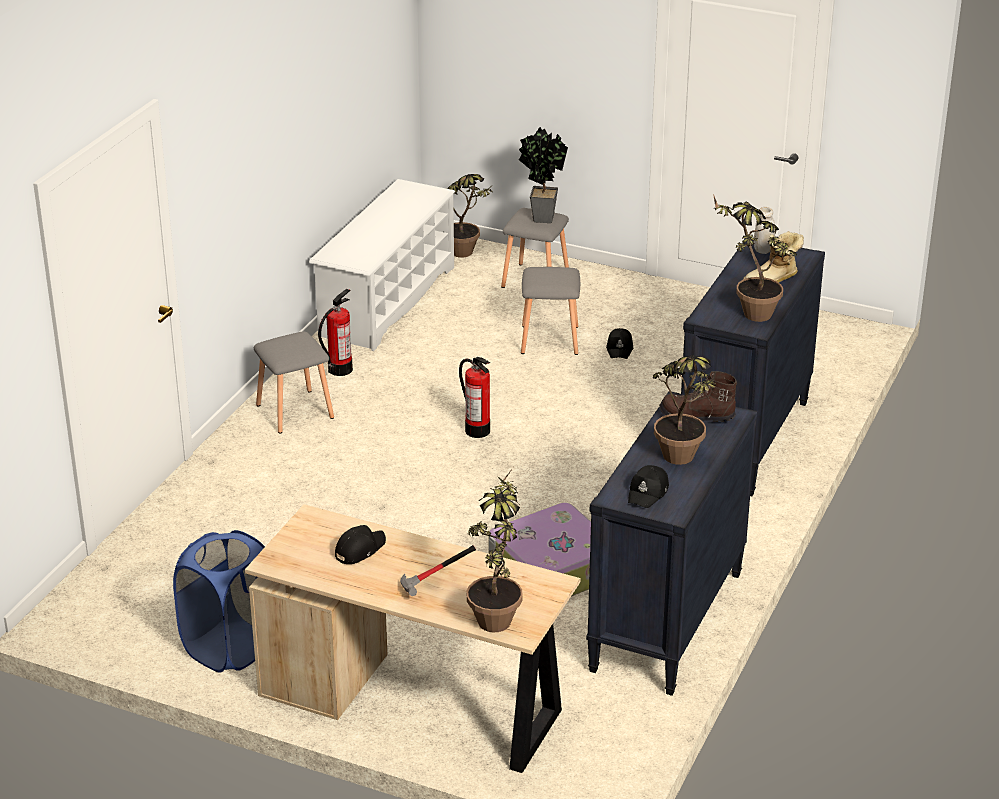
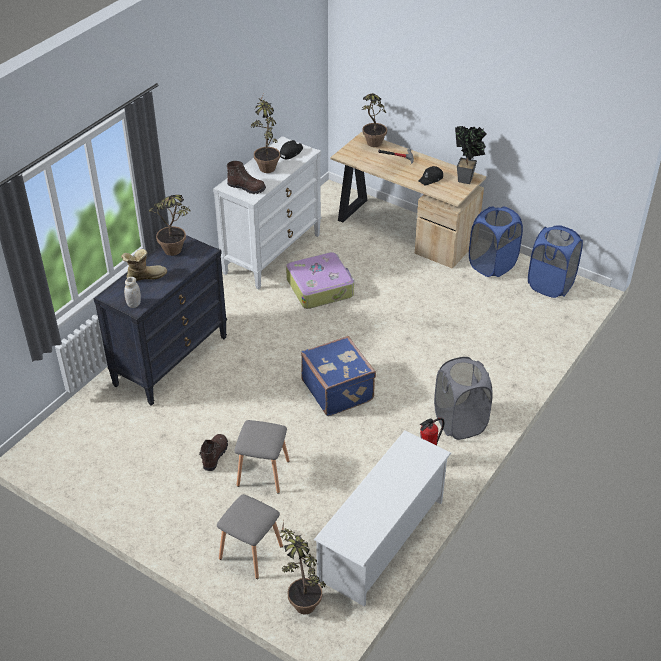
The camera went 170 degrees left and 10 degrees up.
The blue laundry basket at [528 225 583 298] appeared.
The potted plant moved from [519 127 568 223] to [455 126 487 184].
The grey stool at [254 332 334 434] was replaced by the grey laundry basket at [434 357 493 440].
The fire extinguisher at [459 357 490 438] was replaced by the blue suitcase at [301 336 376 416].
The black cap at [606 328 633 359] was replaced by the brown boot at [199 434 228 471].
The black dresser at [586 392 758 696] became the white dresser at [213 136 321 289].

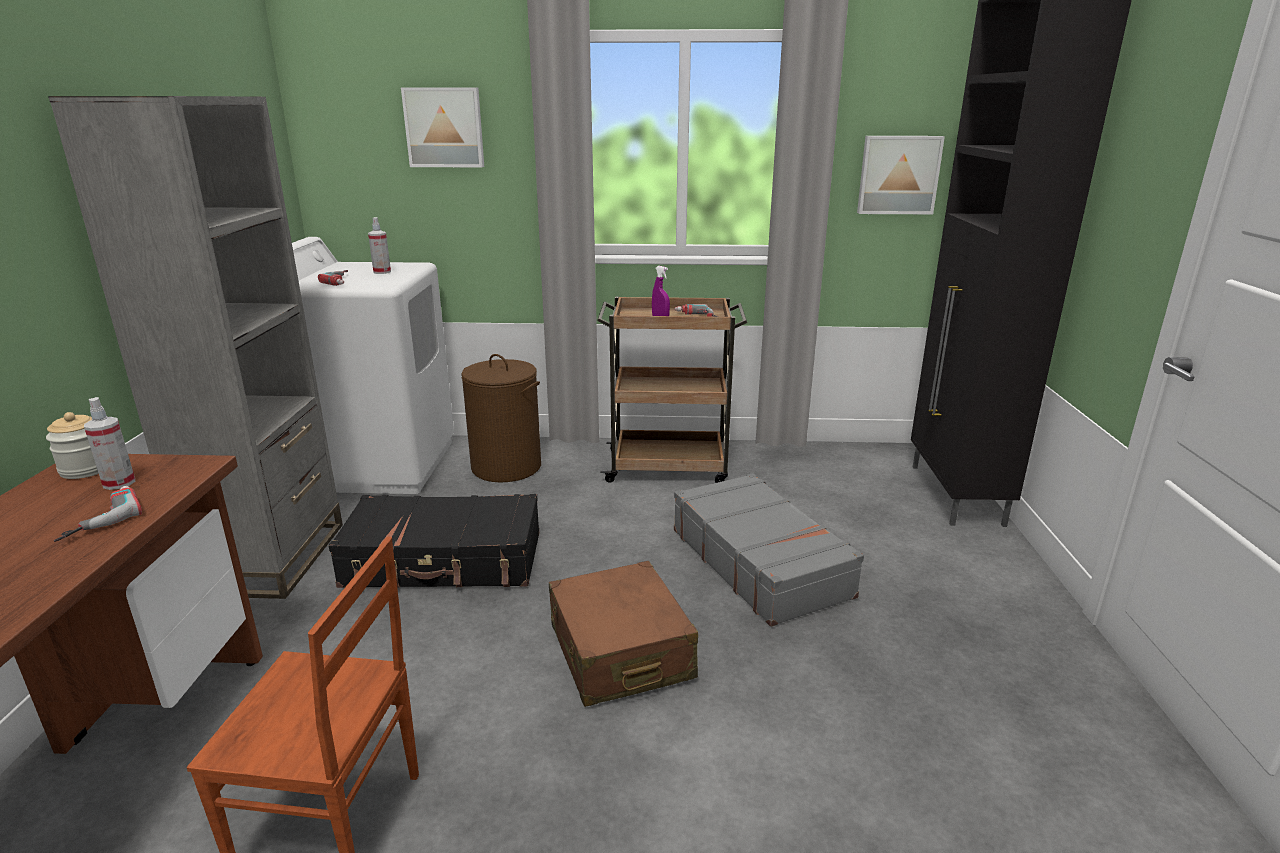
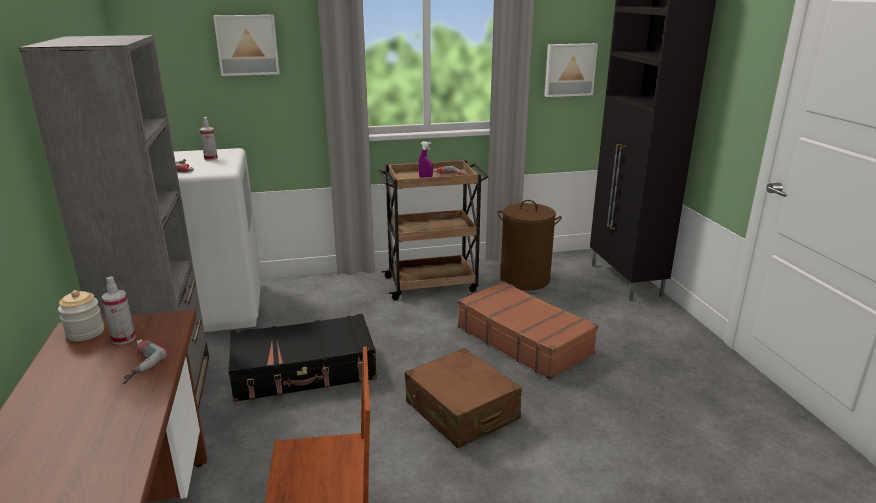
The camera went 15 degrees left and 0 degrees up.
The brown laundry basket moved from [461 354 541 483] to [497 200 562 290].
The grey suitcase at [674 473 864 627] became the brown suitcase at [458 281 598 380].

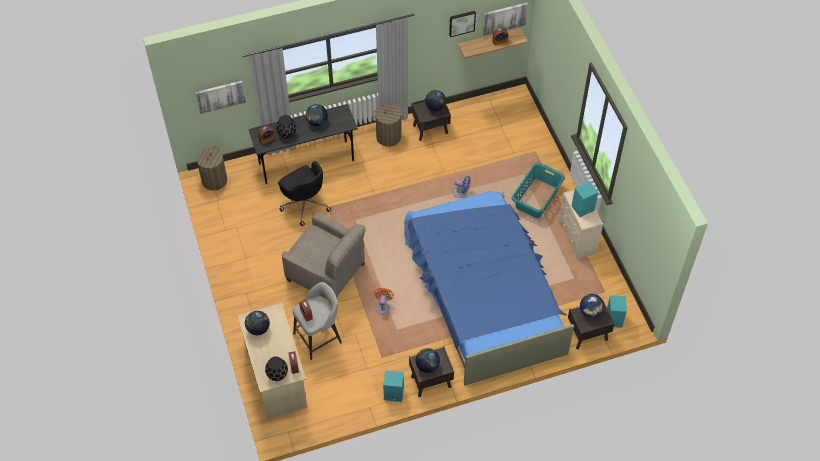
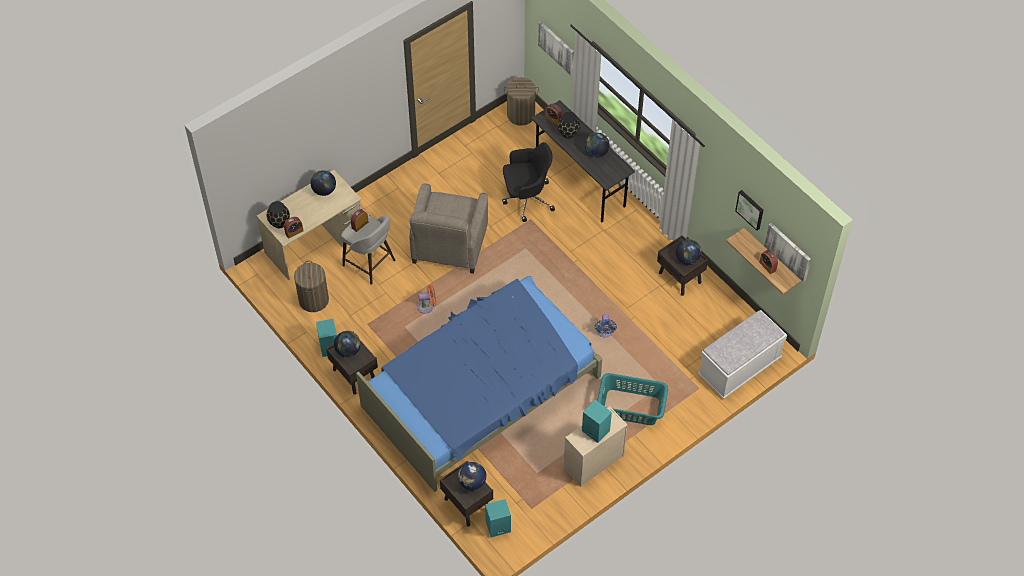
The camera went 70 degrees right and 0 degrees up.
The white bench at [698 310 787 399] appeared.
The laundry basket moved from [373 104 404 147] to [294 260 329 312].
The black office chair at [278 161 331 226] turned 135 degrees counterclockwise.

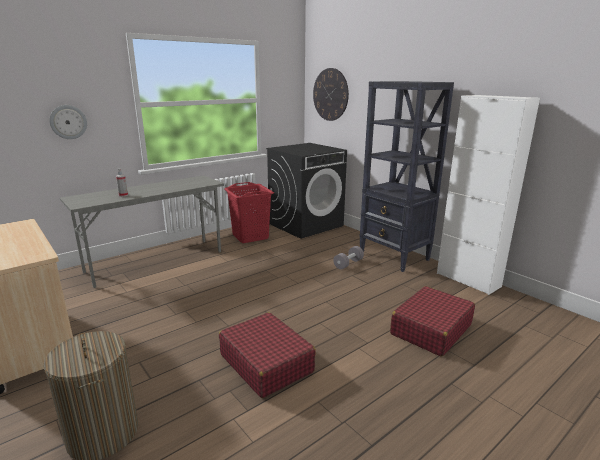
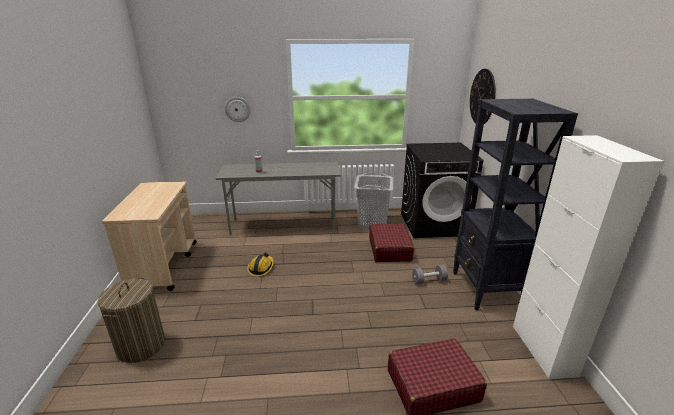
The camera went 35 degrees right and 5 degrees up.
The hard hat at [247 253 273 277] appeared.
The red suitcase moved from [219 312 316 398] to [369 223 414 262].
The red laundry basket at [224 182 274 243] became the grey laundry basket at [354 173 393 229].

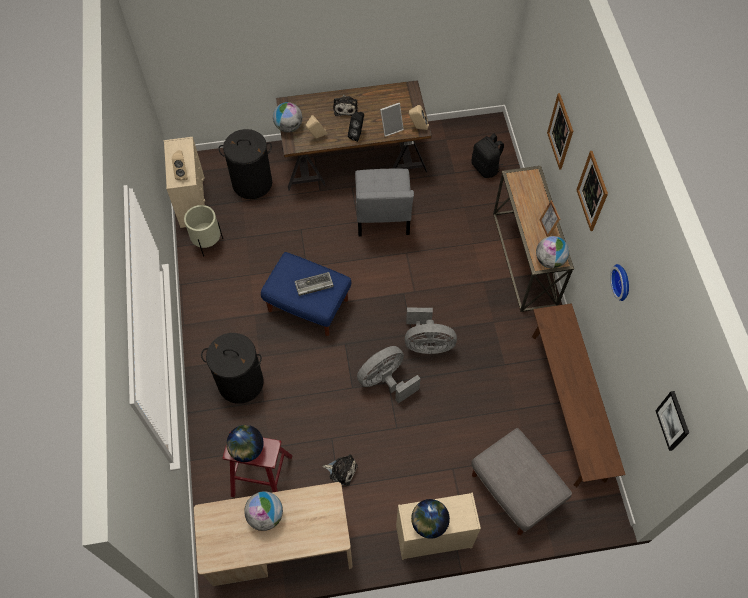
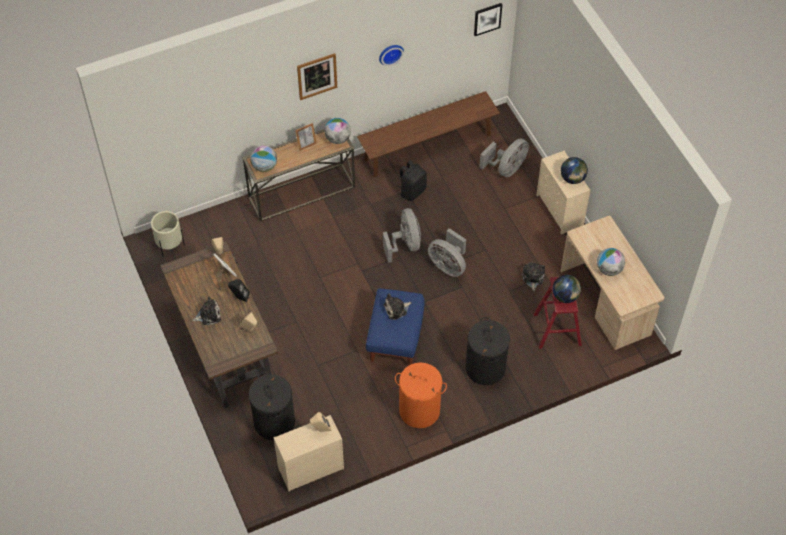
The camera went 105 degrees left and 5 degrees down.
The grey chair at [355 169 414 237] disappeared.
The picture at [547 93 573 170] disappeared.
The orange laundry basket at [395 362 447 428] appeared.
The beige planter moved from [184 205 223 256] to [151 211 185 257].
The globe moved from [273 102 302 132] to [250 145 277 172].
The black backpack moved from [471 134 504 178] to [397 160 427 201].
The keyboard at [295 272 334 296] was replaced by the plush toy at [383 294 411 320].
The grey ottoman at [471 428 572 535] was replaced by the grey fan at [479 139 529 177].

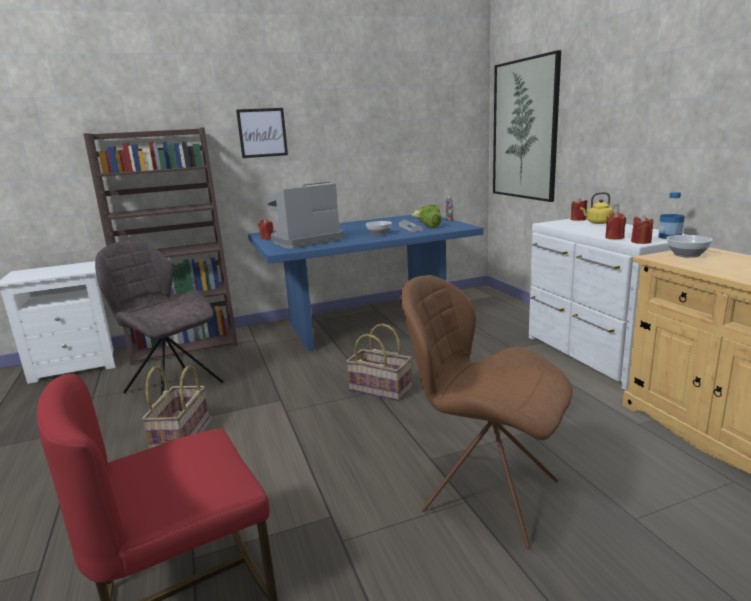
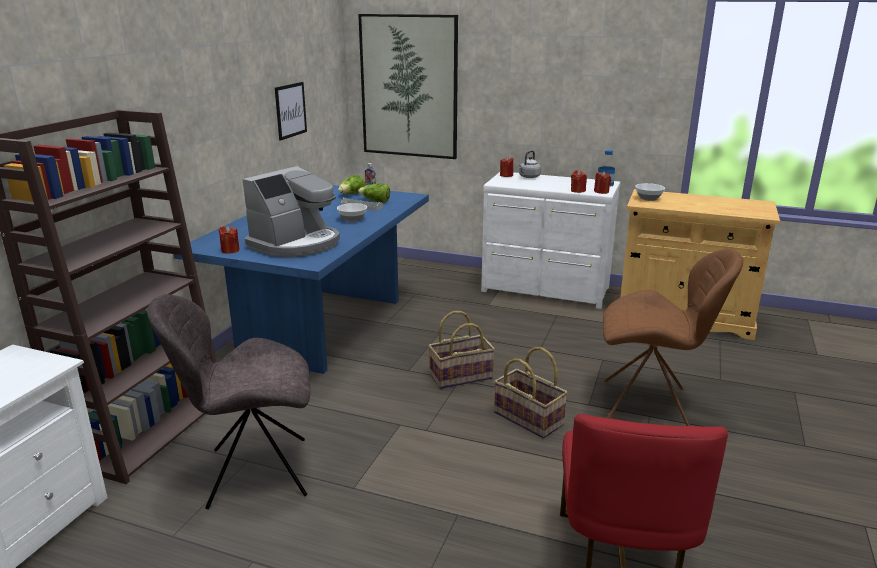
The camera went 50 degrees left and 5 degrees up.
The basket moved from [142 366 209 448] to [494 347 568 438].
The picture moved from [236 108 288 158] to [275 82 307 141].
The yellow kettle at [580 192 614 224] became the grey kettle at [519 150 541 178].
The coffee machine at [268 182 344 249] turned 150 degrees counterclockwise.
The brown chair at [400 275 573 549] turned 150 degrees counterclockwise.

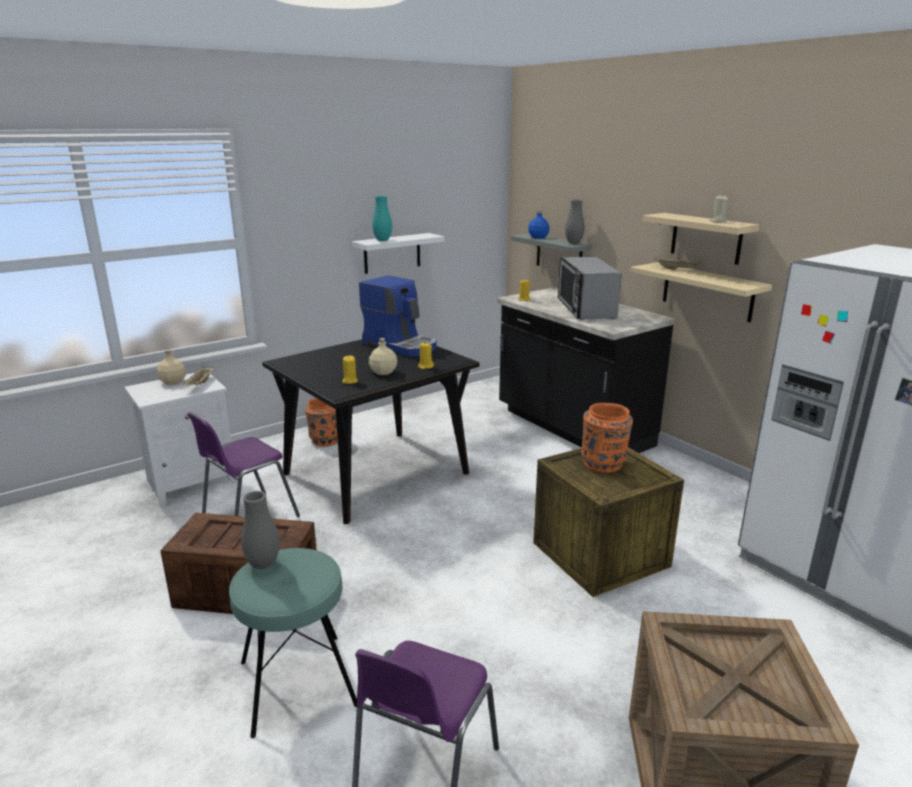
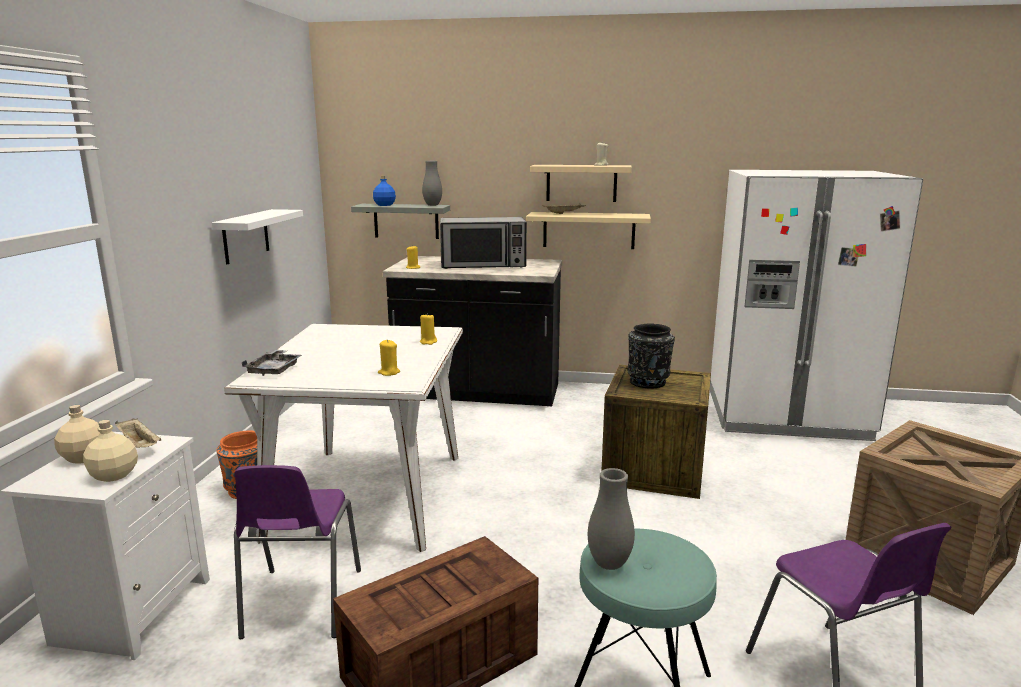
The camera went 45 degrees left and 5 degrees down.
The coffee machine at [359 275 436 357] disappeared.
The turquoise vase at [372 196 392 241] disappeared.
The grey tray at [242 350 302 376] appeared.
The beige bottle moved from [369 338 397 375] to [83 420 138 482].
The black dining table at [262 339 480 524] became the white dining table at [224 324 463 552].
The orange vase at [581 403 633 473] became the black vase at [627 323 675 389].
The microwave at [558 257 622 320] turned 45 degrees counterclockwise.

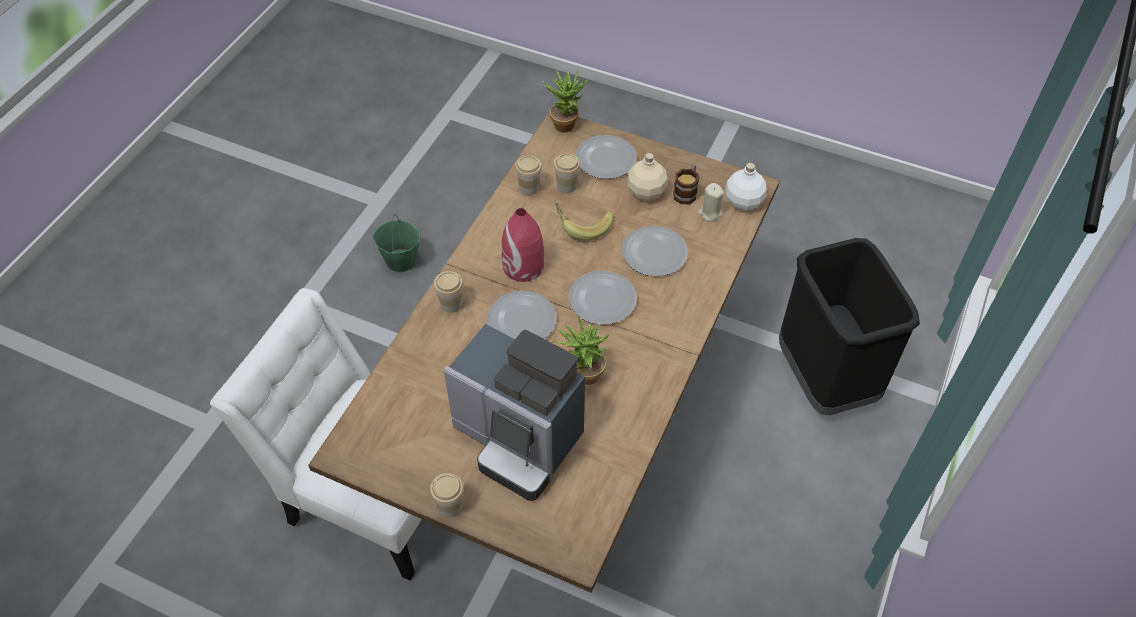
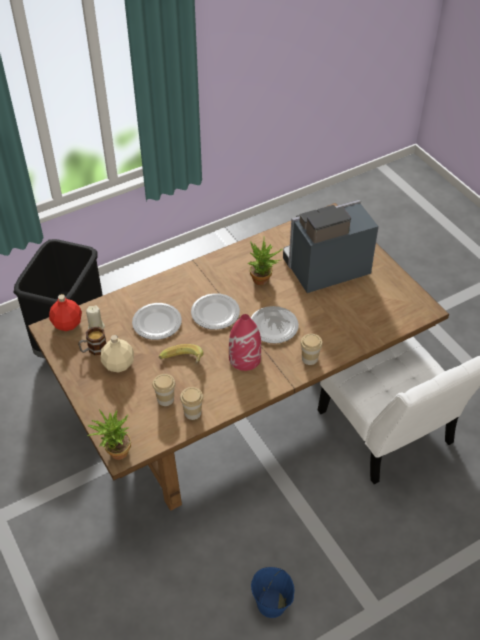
The camera went 145 degrees left and 5 degrees down.
The cup at [430 473 464 518] disappeared.
The plate at [575 135 637 179] disappeared.
The green bucket at [372 215 420 272] became the blue bucket at [251 567 294 618].
The white bottle at [725 163 767 211] became the red bottle at [49 294 82 331].
The coffee machine at [443 324 585 501] turned 90 degrees counterclockwise.

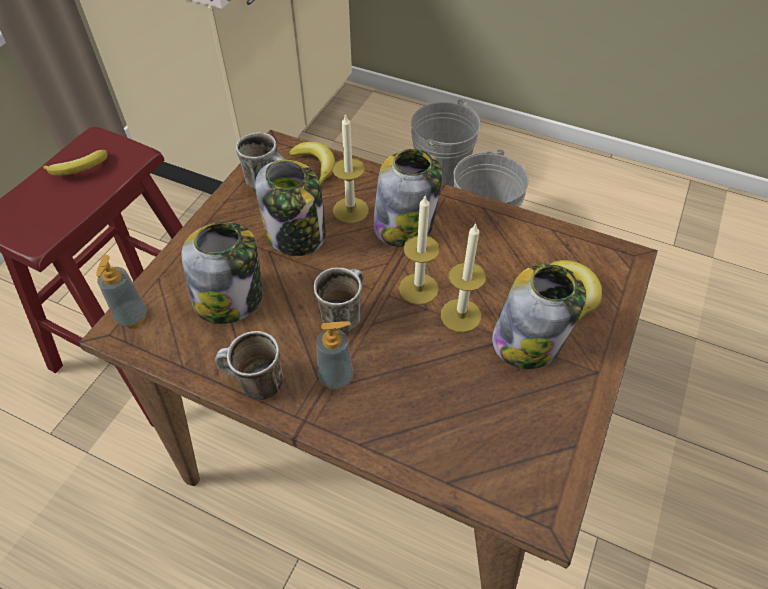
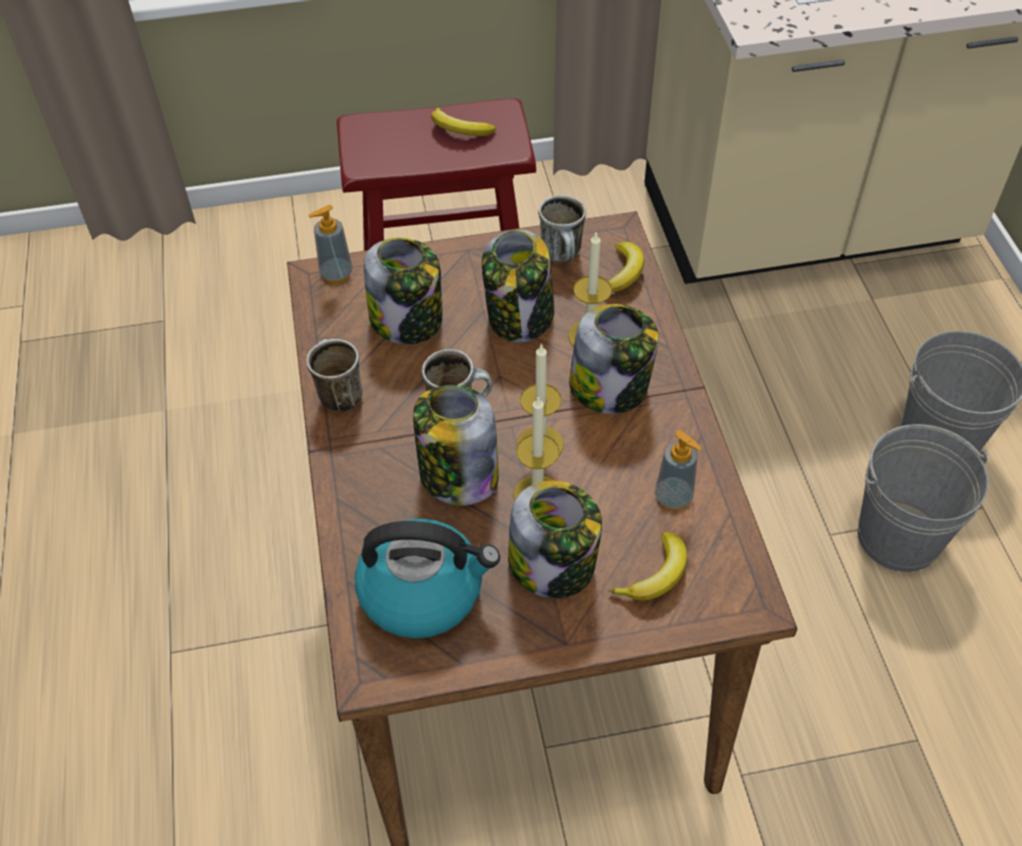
The camera went 55 degrees right and 0 degrees up.
The kettle at [355 519 500 639] appeared.
The jar at [413 385 499 505] appeared.
The soap dispenser moved from [316 321 353 390] to [655 430 701 510].

